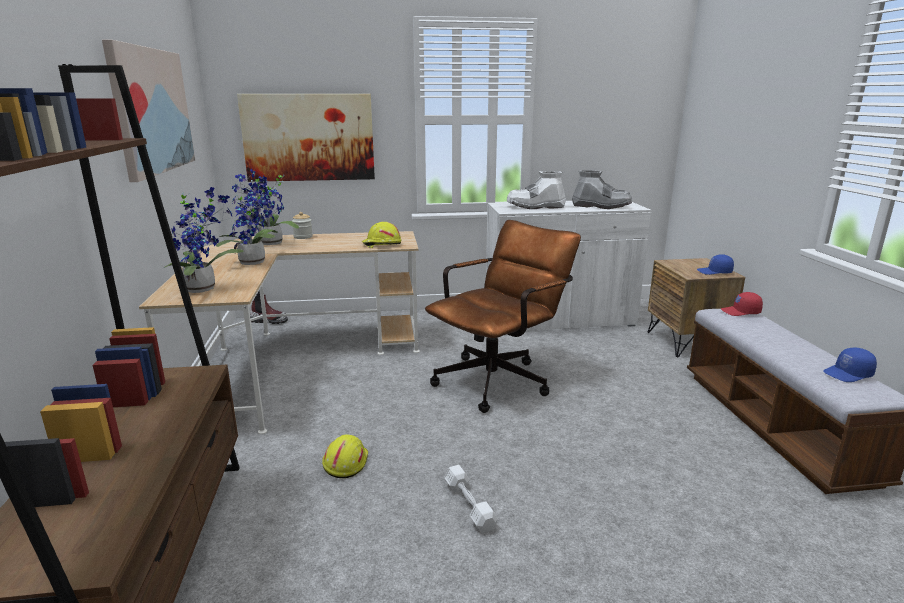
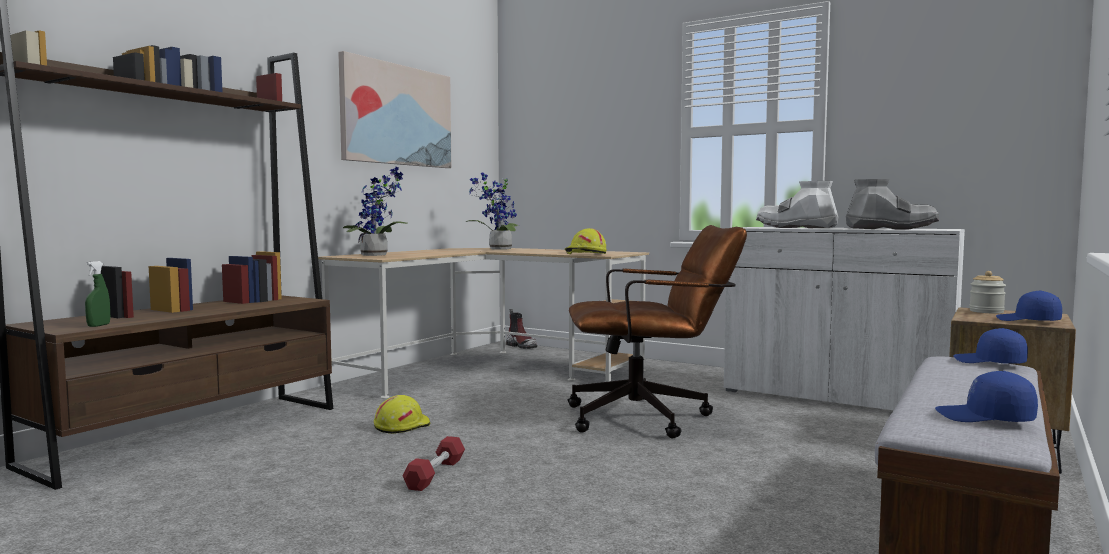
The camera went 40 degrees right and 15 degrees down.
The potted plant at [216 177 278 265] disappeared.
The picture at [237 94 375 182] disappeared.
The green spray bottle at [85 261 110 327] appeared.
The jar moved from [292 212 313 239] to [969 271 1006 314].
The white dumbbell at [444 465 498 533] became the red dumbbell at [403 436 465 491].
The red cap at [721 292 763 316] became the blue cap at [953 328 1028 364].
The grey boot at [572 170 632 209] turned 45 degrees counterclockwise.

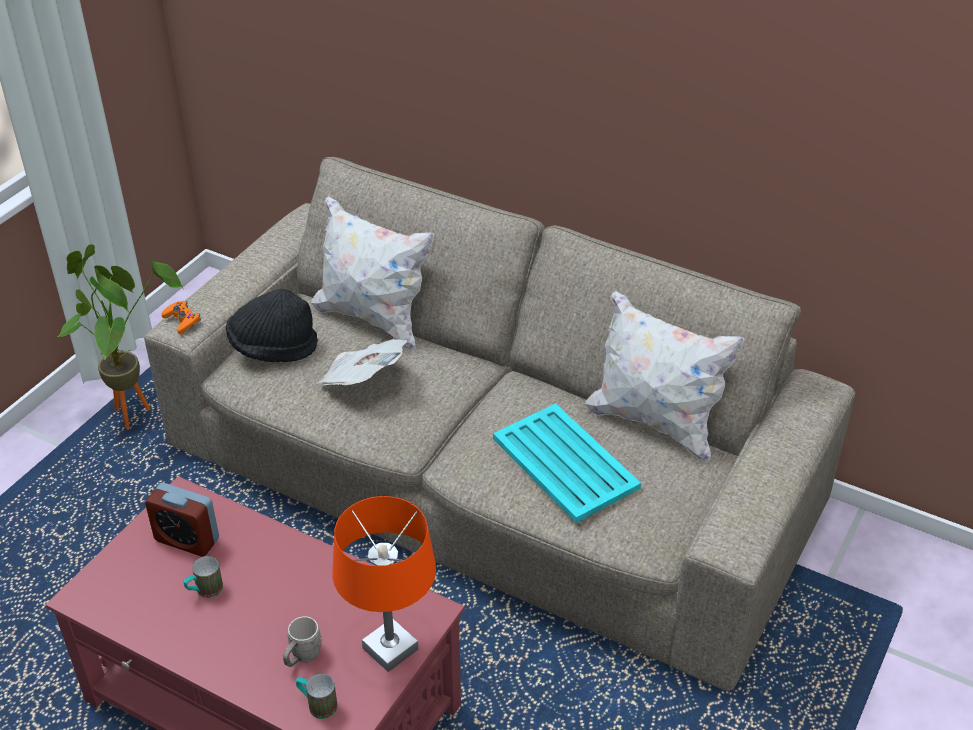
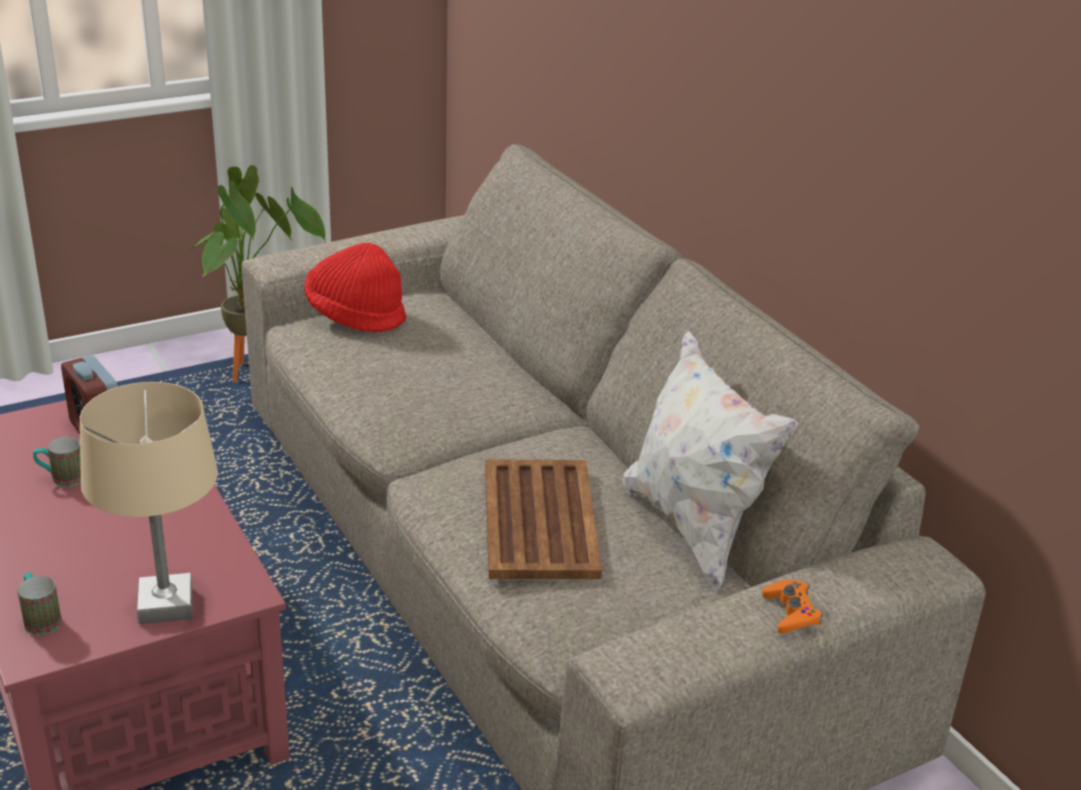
The camera went 30 degrees right and 10 degrees down.
The grey mug at [283 616 322 667] disappeared.
The white pillow at [311 196 434 352] disappeared.
The newspaper at [319 339 407 385] disappeared.
The orange game controller moved from [162 301 201 334] to [762 580 823 634].
The black hat at [226 288 318 362] became the red hat at [304 243 406 332].
The orange table lamp at [332 496 436 672] became the beige table lamp at [80 382 218 624].
The turquoise tray at [493 403 641 523] became the brown tray at [485 459 602 579].

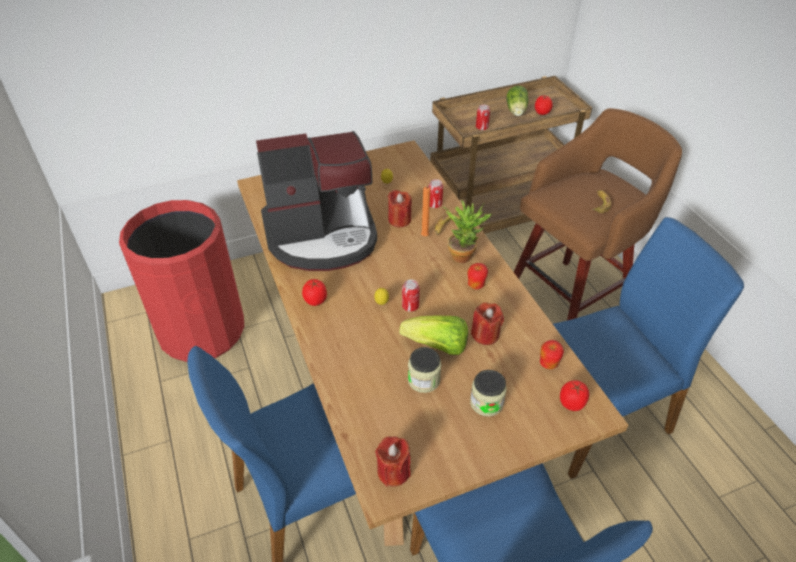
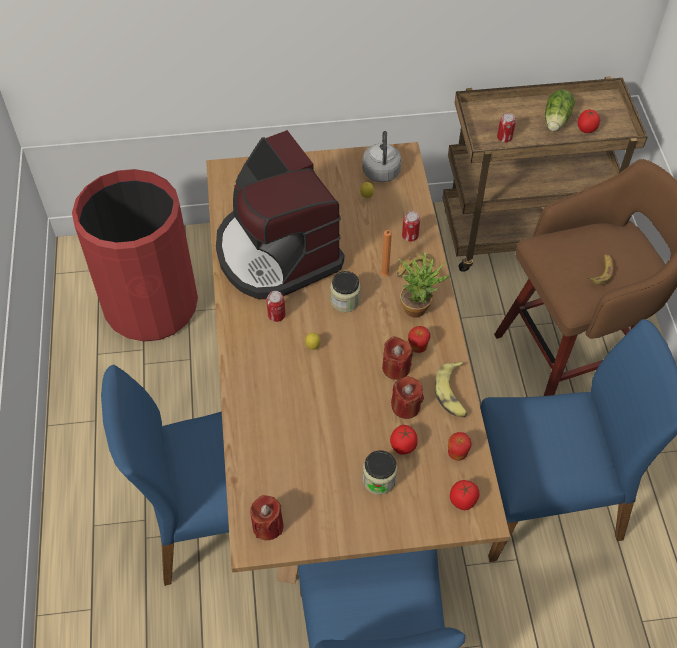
The camera went 15 degrees right and 10 degrees up.
The lettuce at [399 315 468 355] disappeared.
The grey kettle at [362 131 402 182] appeared.
The banana at [435 361 467 417] appeared.
The tomato moved from [302 279 327 306] to [390 425 418 455].
The red candle moved from [388 190 412 227] to [382 336 413 380].
The can moved from [402 279 420 312] to [266 291 285 322].
The jar moved from [408 347 442 393] to [330 271 361 312].
The coffee machine at [256 131 377 271] turned 60 degrees clockwise.

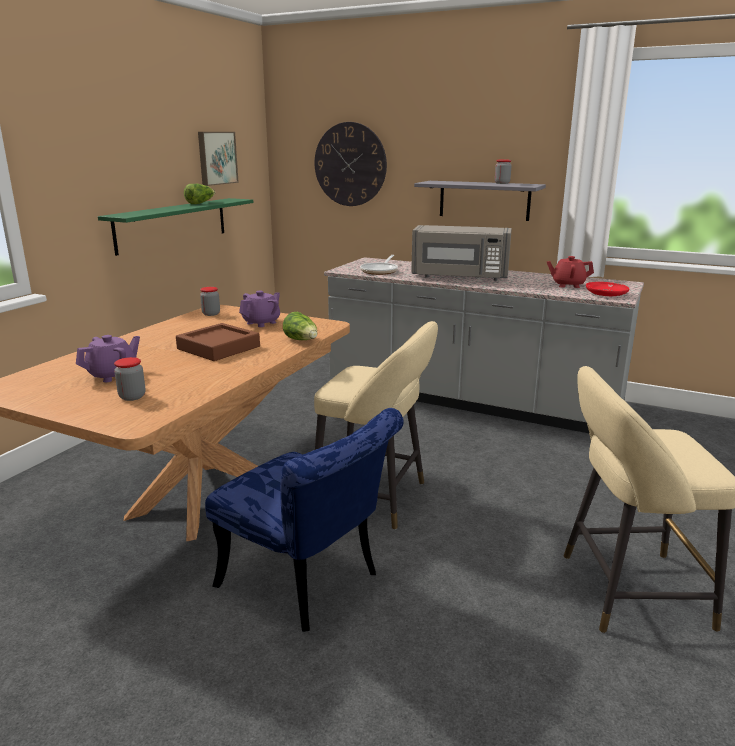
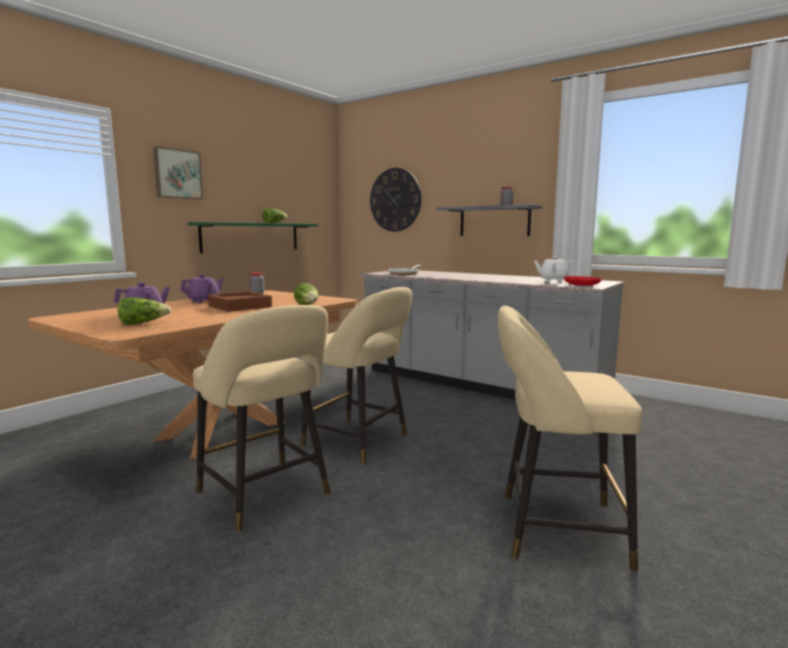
The camera went 10 degrees right and 10 degrees down.
The grey microwave at [411 225 512 281] disappeared.
The picture moved from [198 132 239 186] to [153 147 203 199].
The purple teapot moved from [239 291 280 327] to [180 274 224 303].
The jar at [114 357 146 401] was replaced by the lettuce at [118 297 171 325].
The blue chair at [205 408 404 632] was replaced by the beige stool at [193 305 331 532].
The red teapot at [547 256 594 288] became the white teapot at [534 256 575 282].

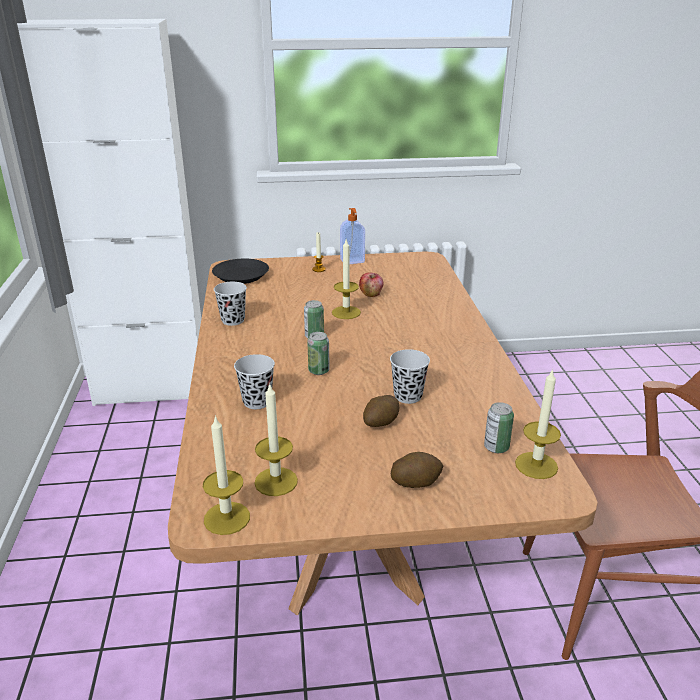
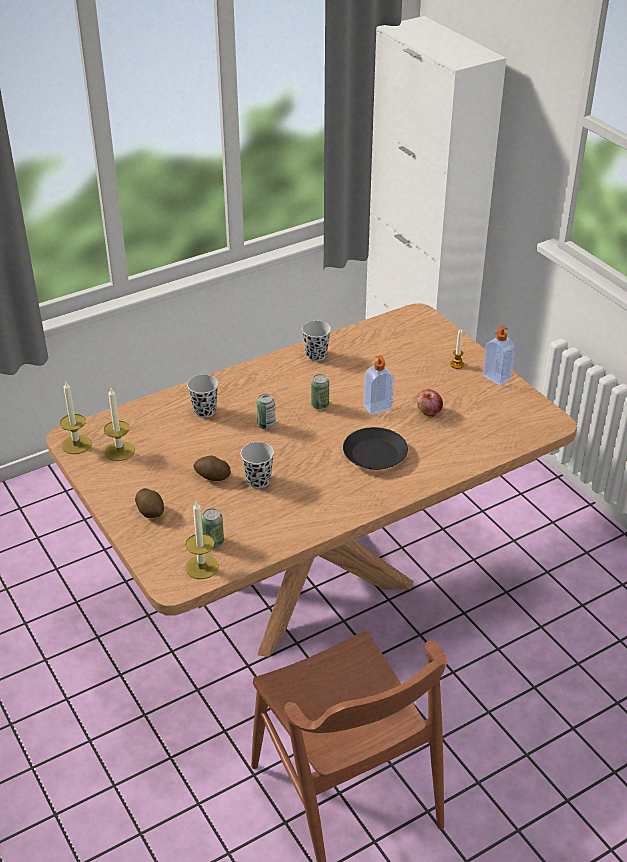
The camera went 65 degrees right and 10 degrees up.
The black plate moved from [212 259 269 284] to [343 427 408 470].
The candle at [332 240 361 319] was replaced by the soap dispenser at [363 355 394 415].

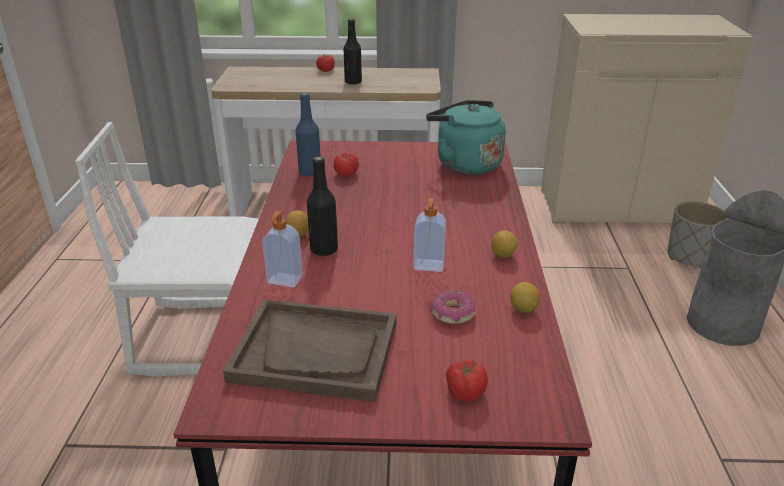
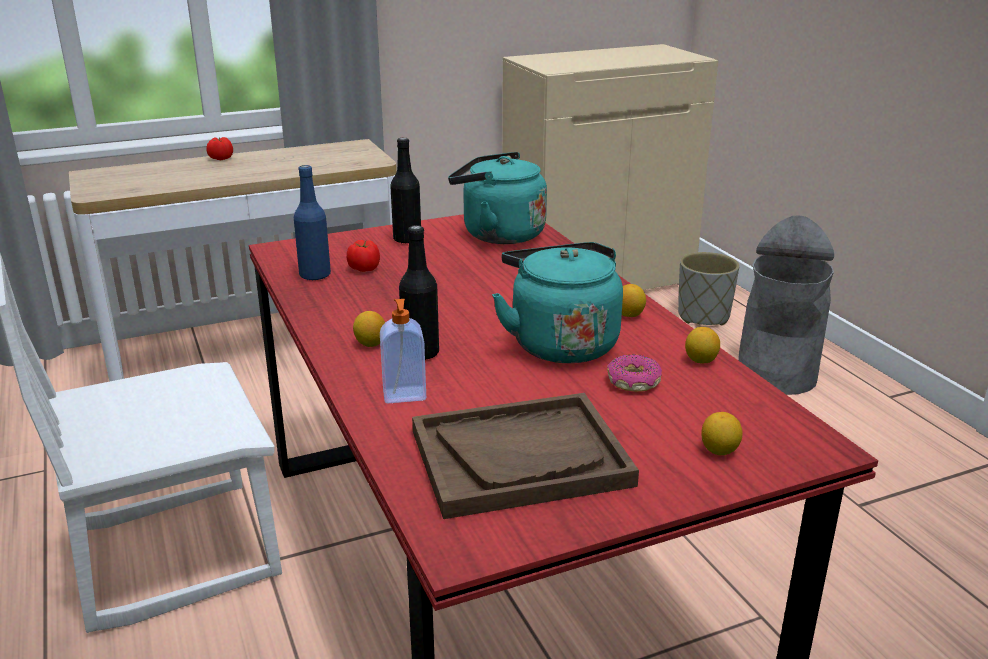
The camera went 25 degrees left and 5 degrees down.
The black bottle moved from [343 19 362 85] to [390 138 421 244].
The soap dispenser at [413 198 446 272] was replaced by the turquoise kettle at [492 242 623 363].
The tomato at [446 359 488 402] was replaced by the lemon at [701 412 743 455].

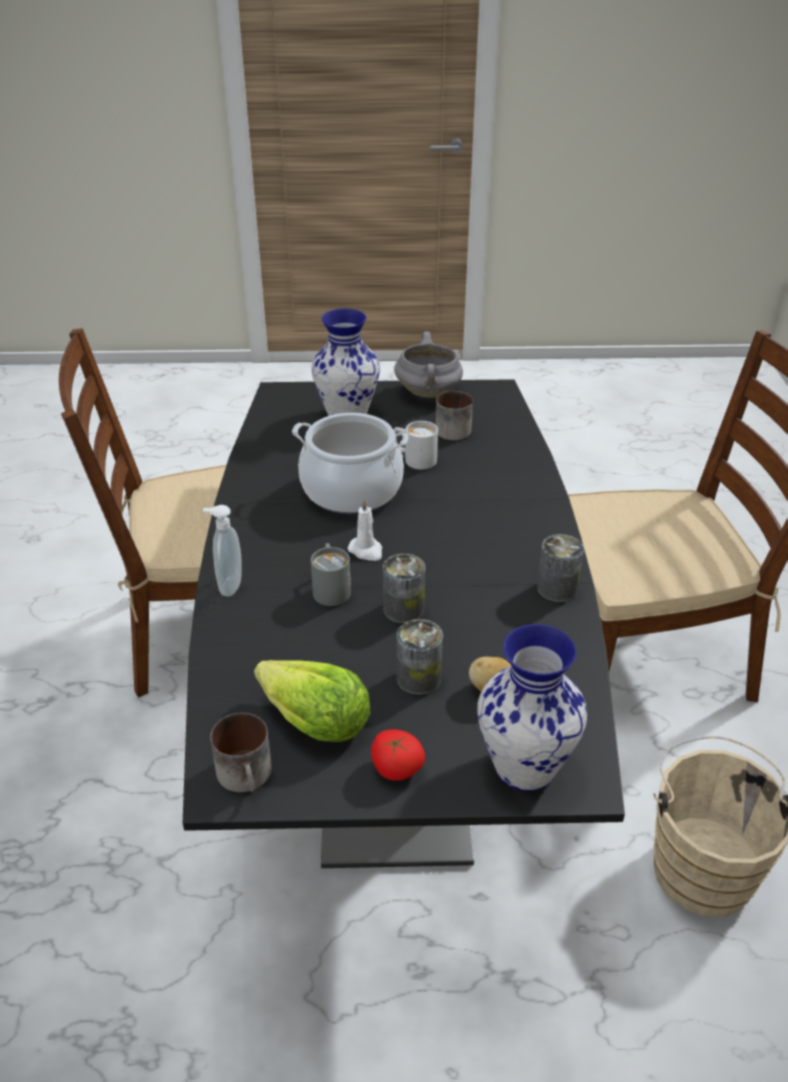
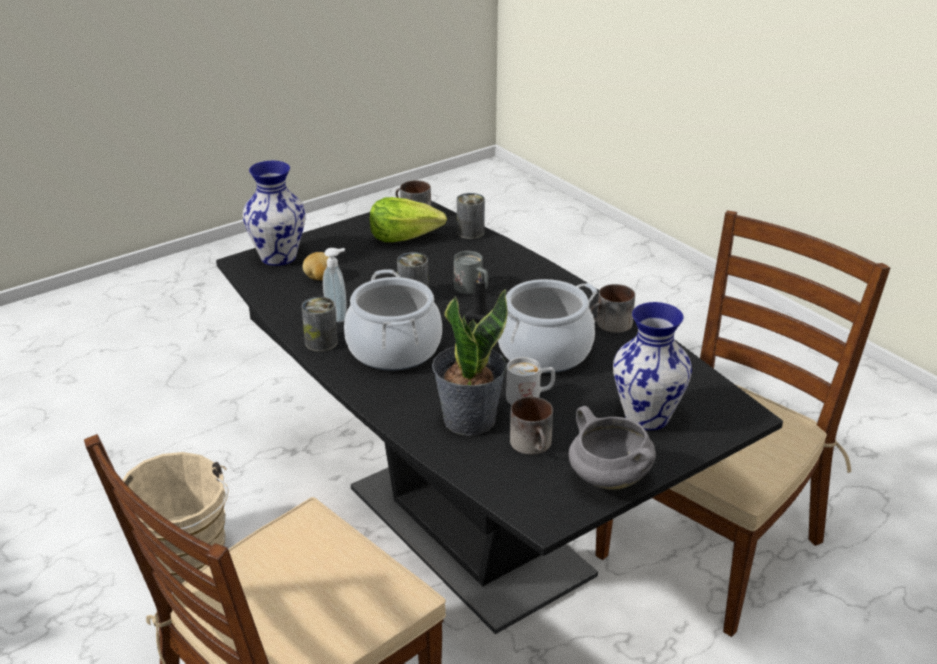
The camera went 145 degrees right and 5 degrees down.
The tomato at [371 729 425 781] disappeared.
The cooking pot at [344 269 442 371] appeared.
The potted plant at [432 289 507 436] appeared.
The mug at [590 284 635 333] appeared.
The soap dispenser moved from [203 505 242 596] to [323 248 346 323].
The can moved from [397 619 443 695] to [457 193 485 239].
The white candle at [348 498 382 561] became the black candle at [462 271 491 322].

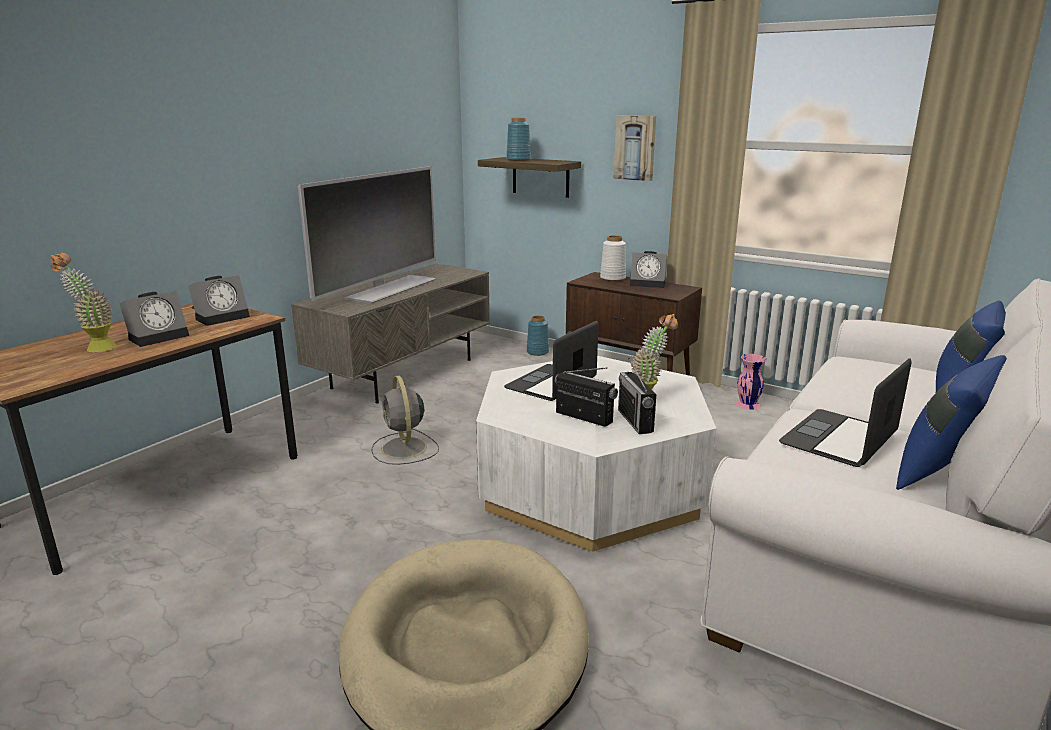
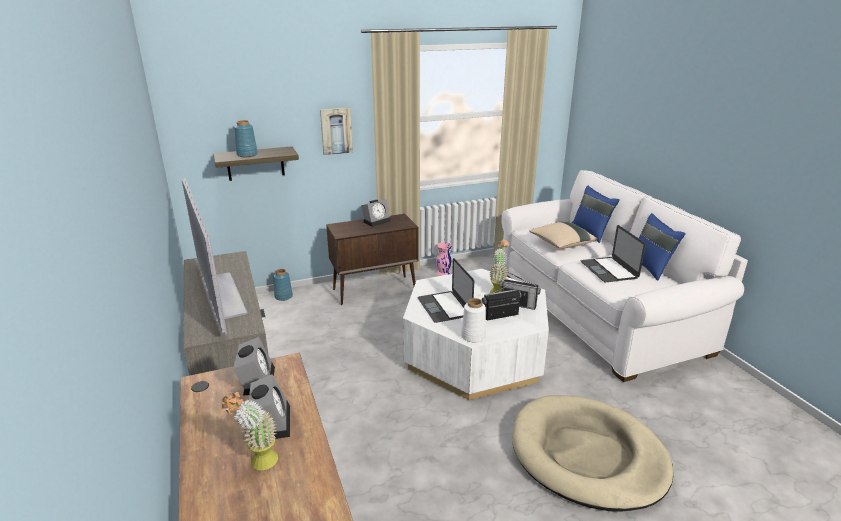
The camera went 55 degrees left and 5 degrees up.
The grey fan at [371 375 439 465] disappeared.
The beige pillow at [529 221 597 249] appeared.
The white vase moved from [600 235 626 281] to [461 298 486 343].

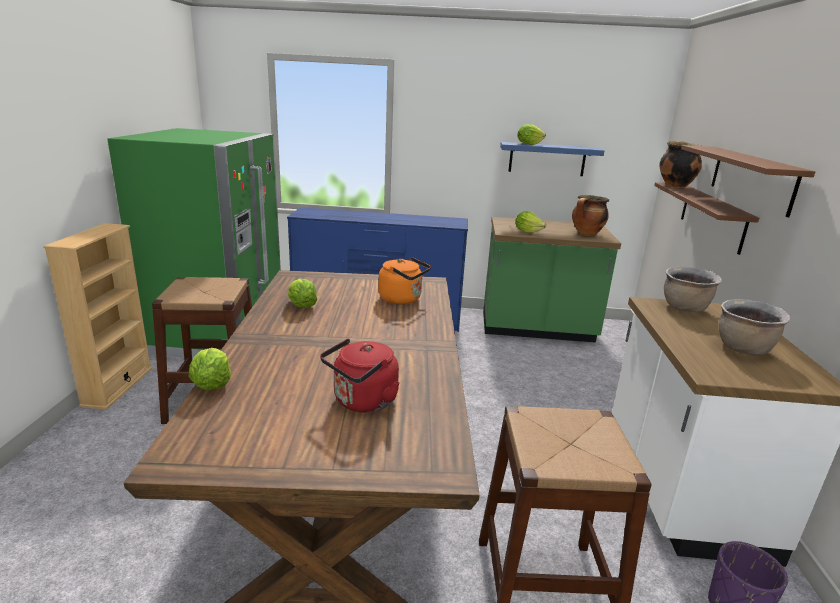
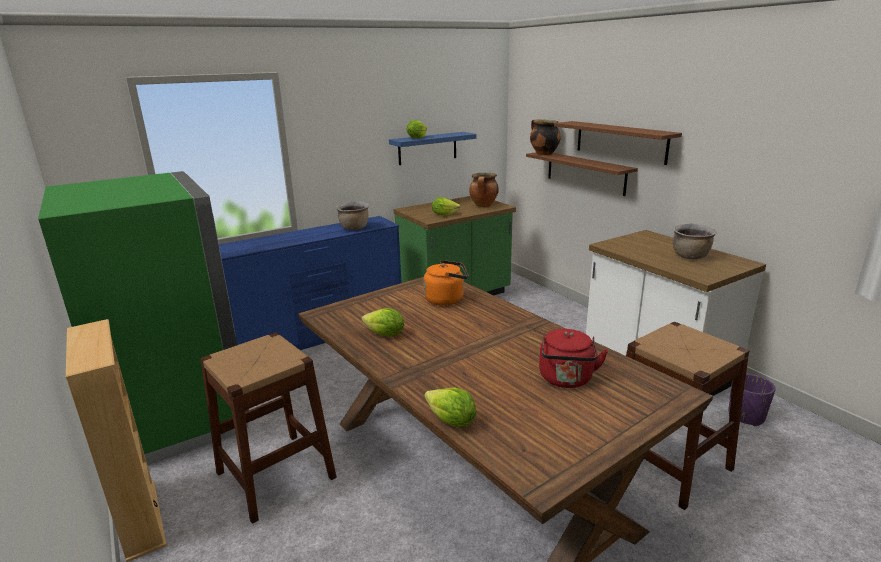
The camera went 35 degrees left and 0 degrees up.
The brown cooking pot moved from [664 266 722 312] to [336 201 369 230].

